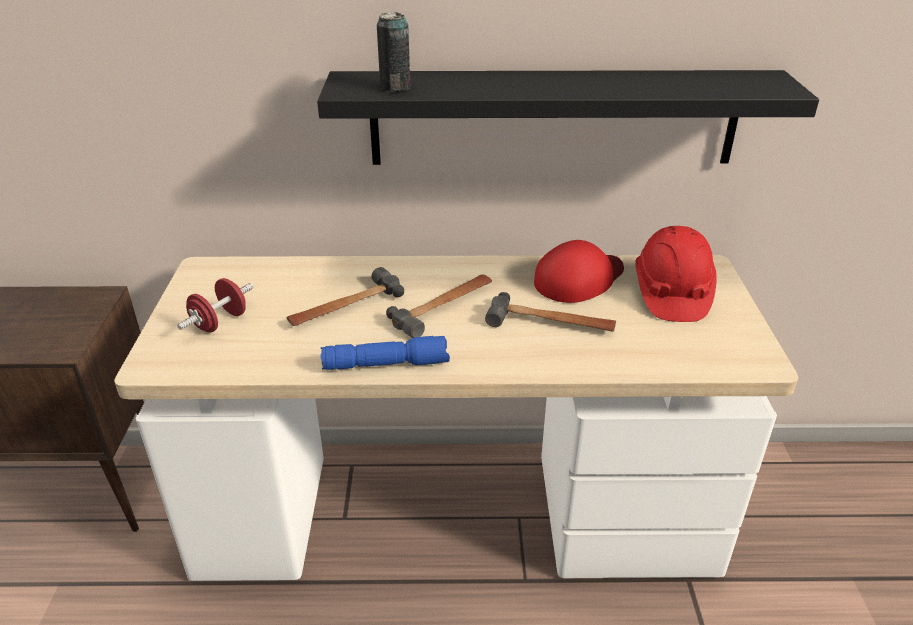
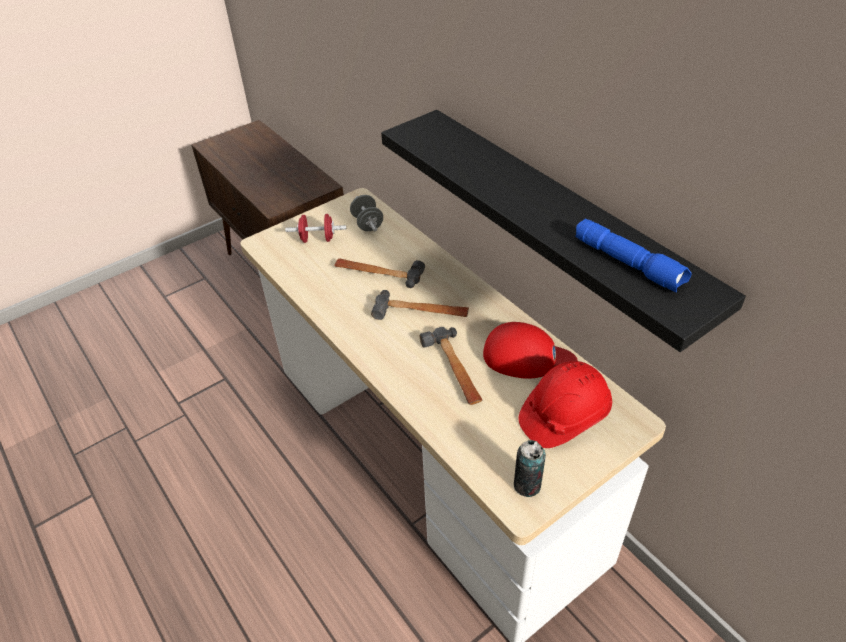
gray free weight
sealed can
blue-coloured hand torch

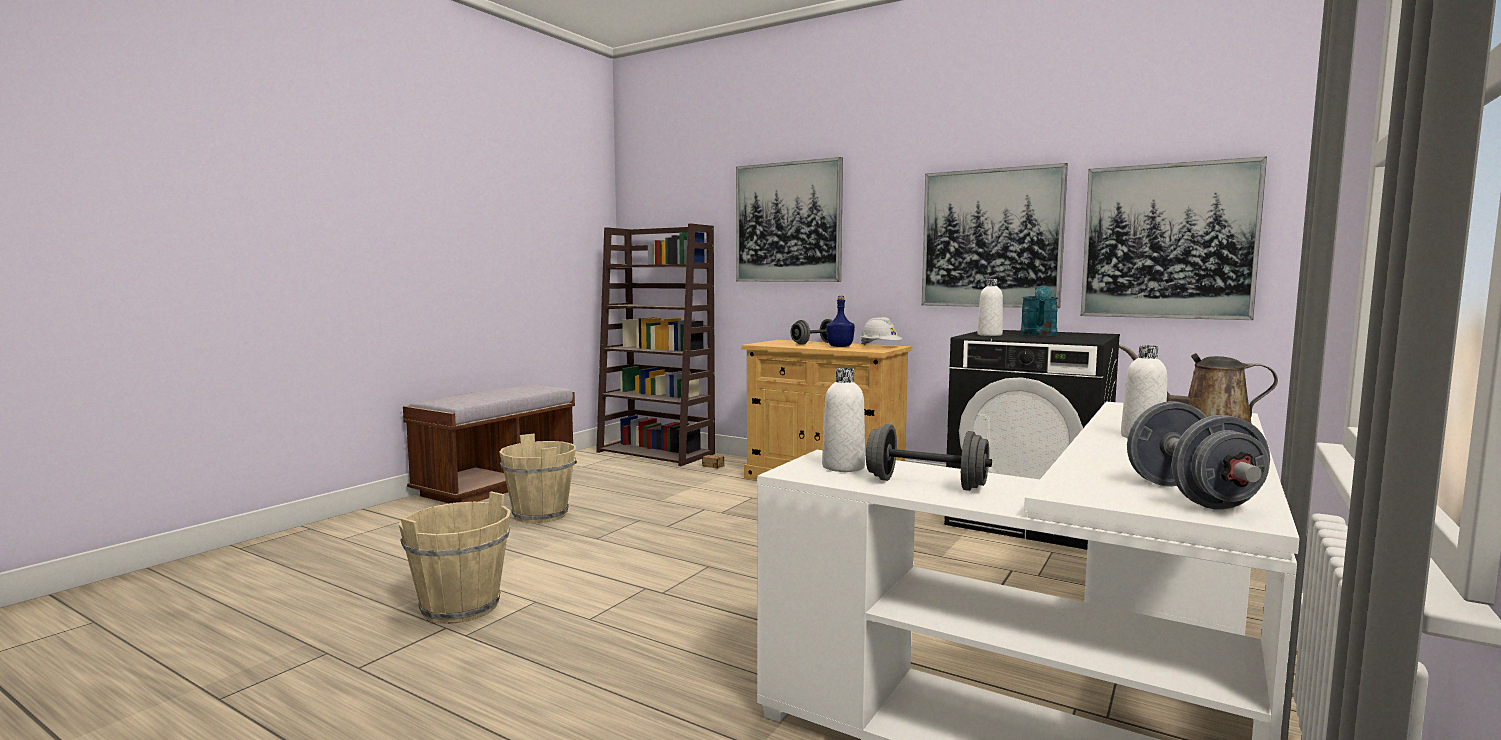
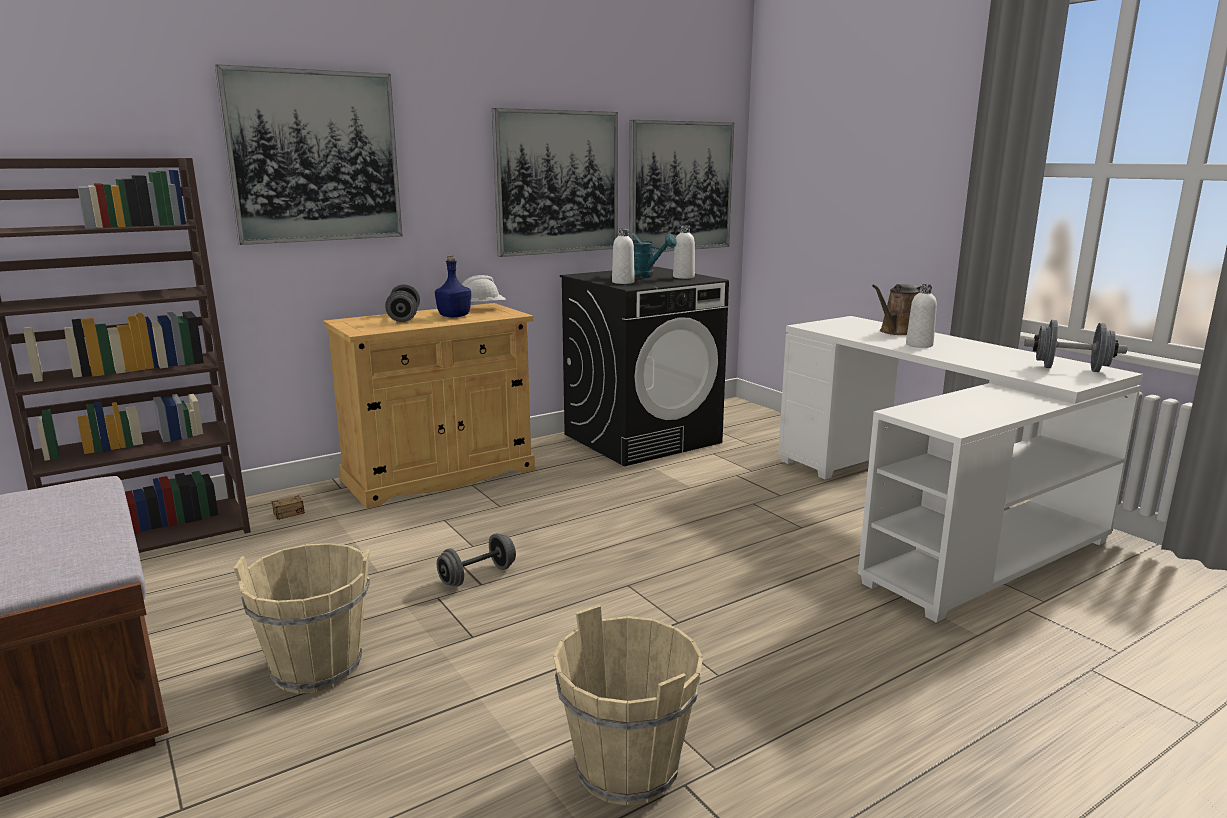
gray free weight (2nd from left)
whitish bottle (2nd from left)

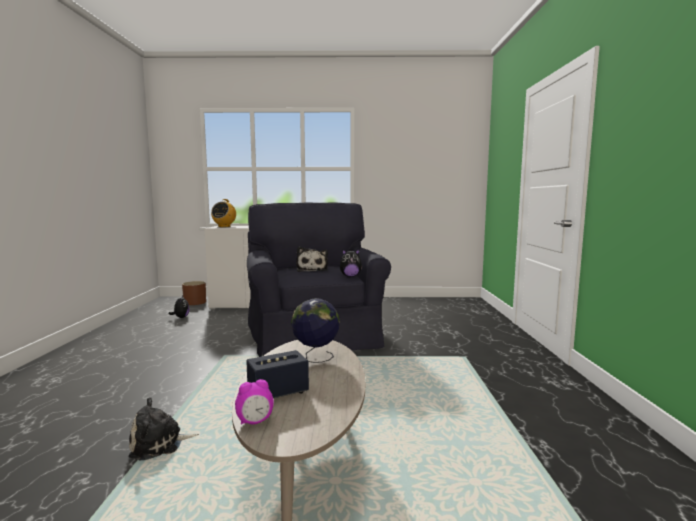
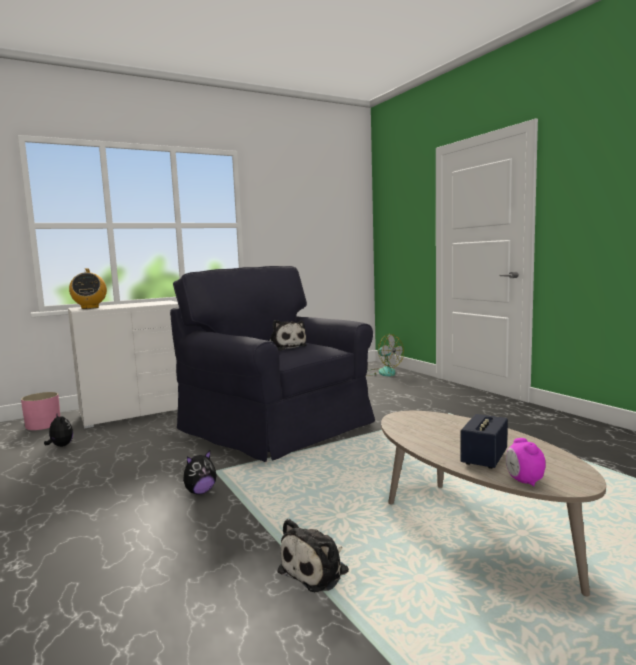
pink-coloured plant pot
soft toy (2nd from left)
fan
table clock
world globe

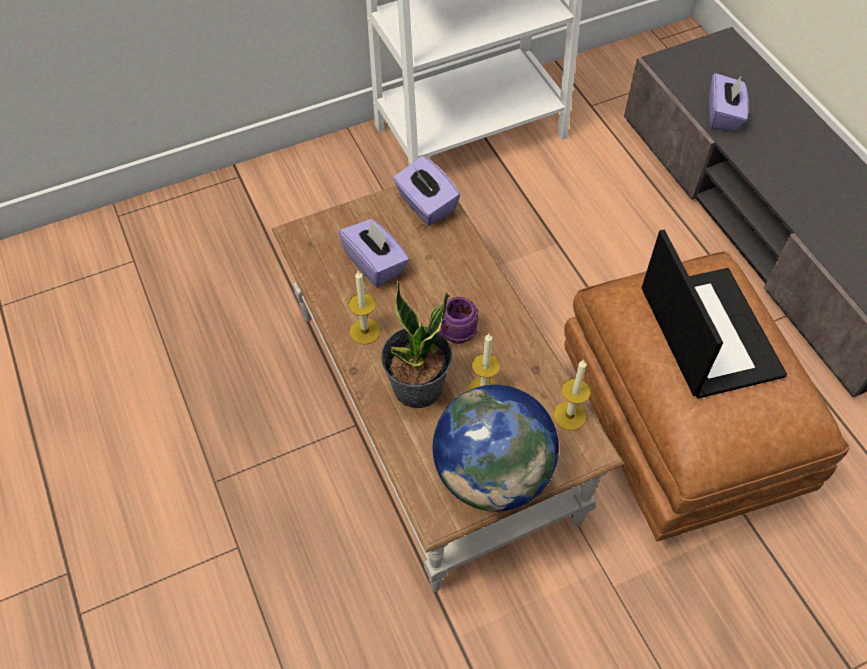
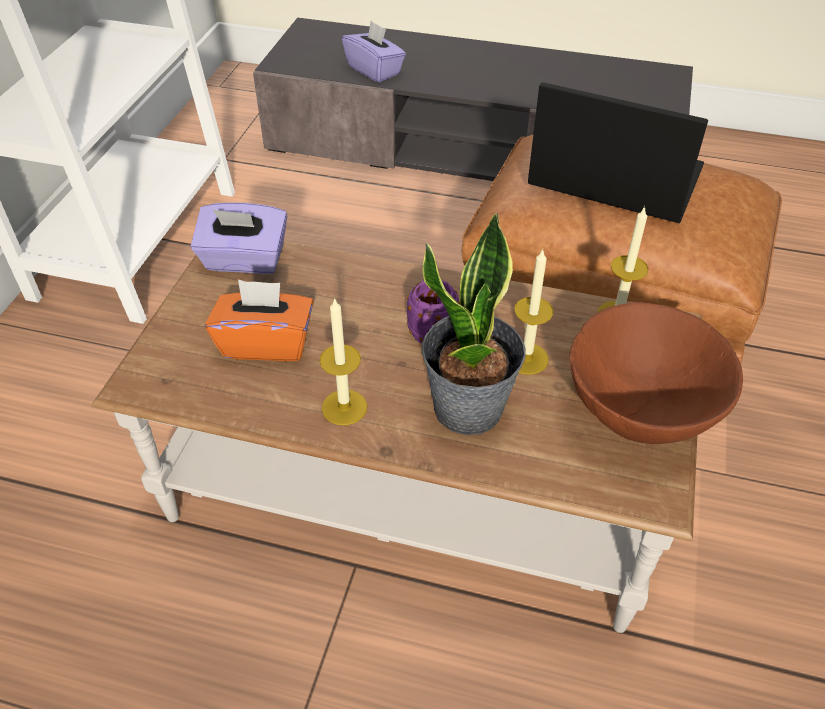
orange tissue holder
brown serving bowl

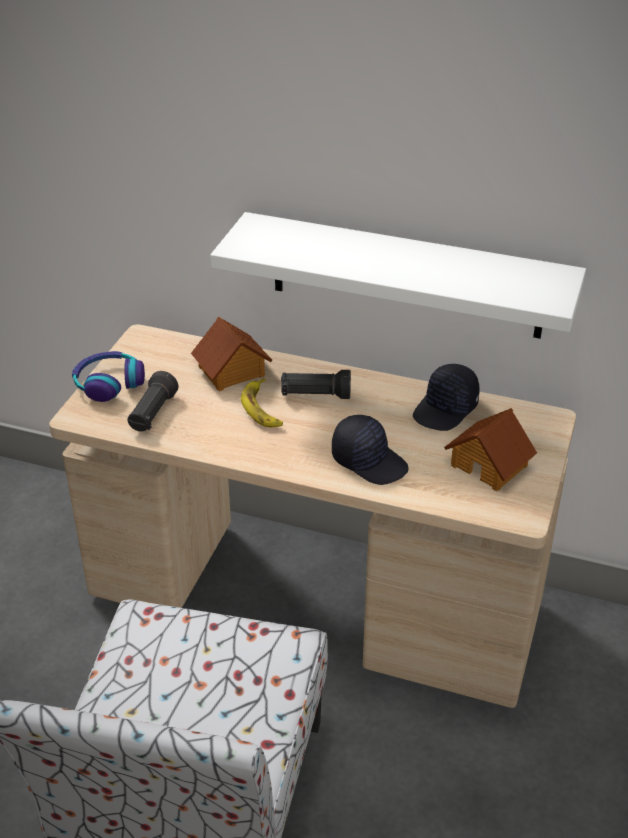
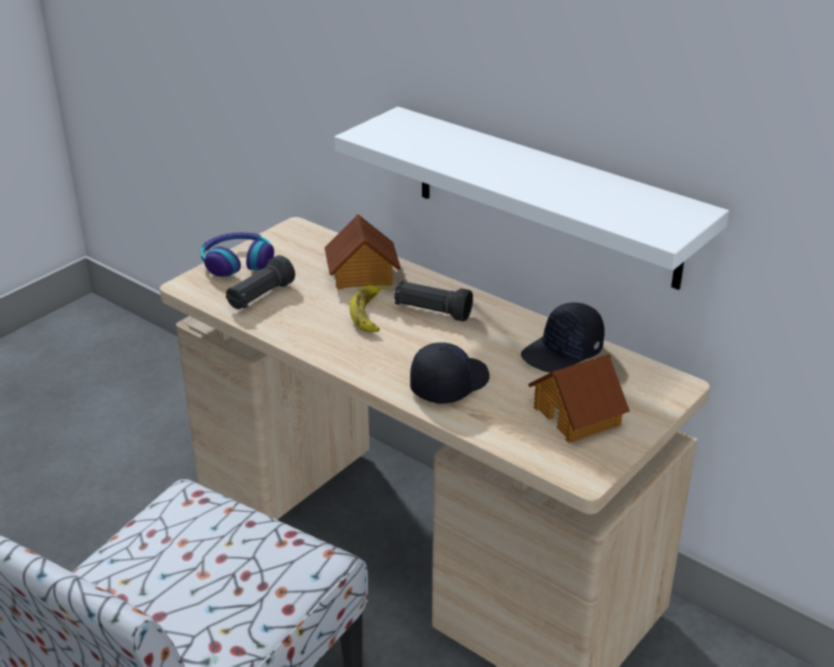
black-coloured peaked cap (1st from left)

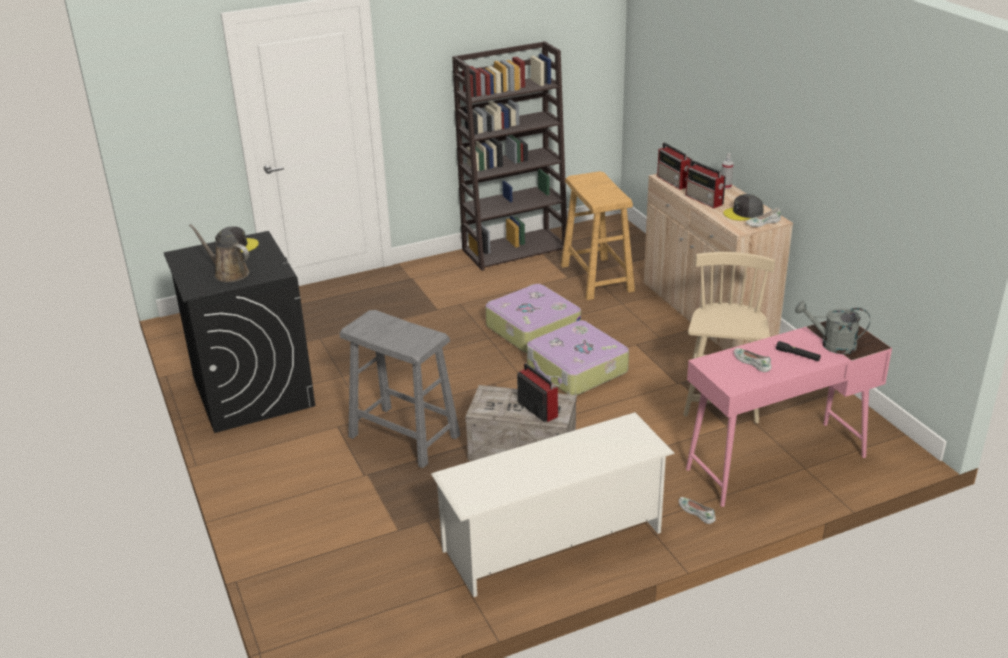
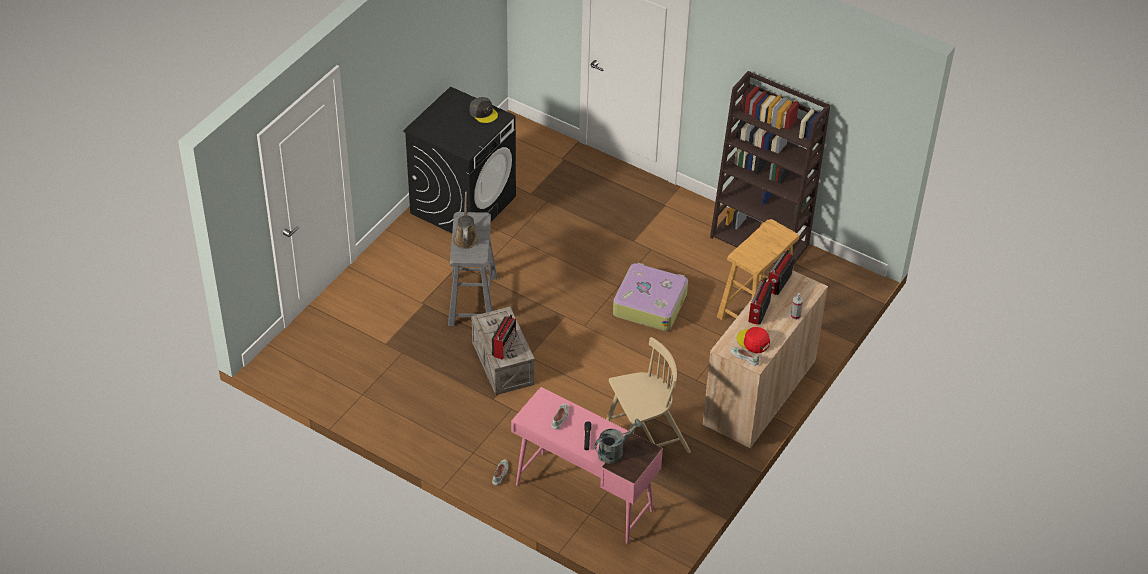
brown sprinkling can
gray sprinkling can
red peaked cap
whitish shoe stand
travel case (2nd from left in the first image)

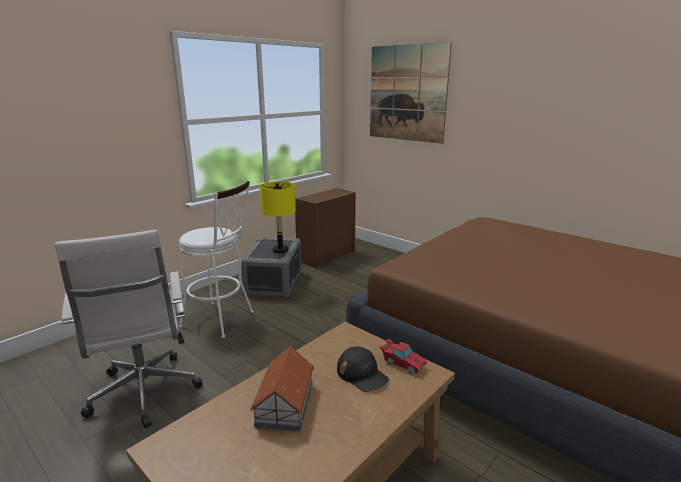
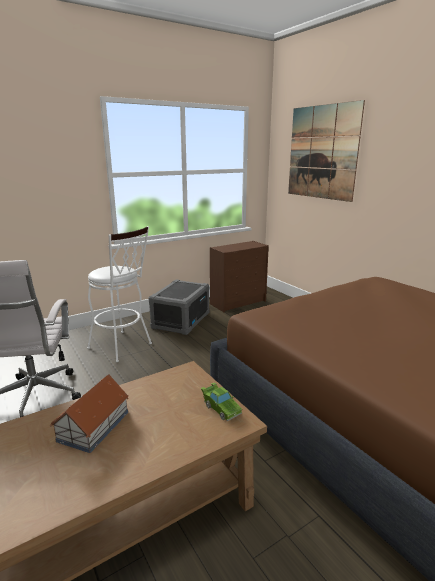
greenish miniature car
yellowish tabletop lamp
black-coloured peaked cap

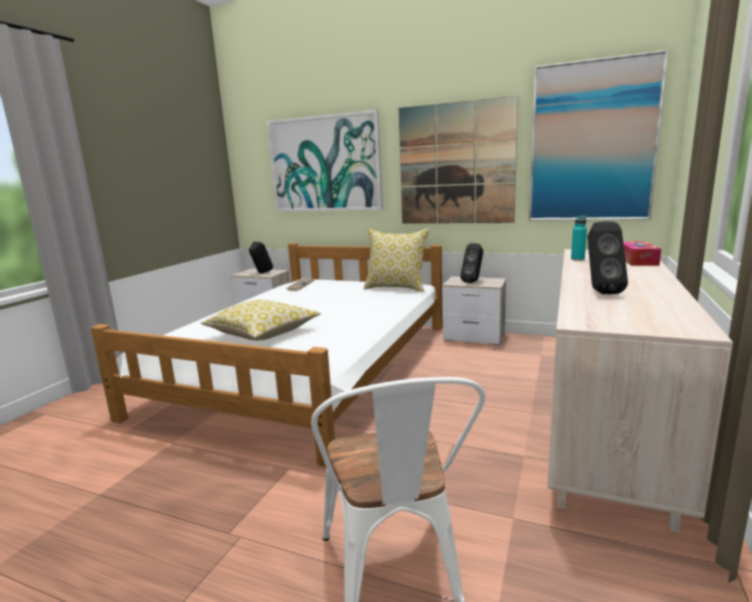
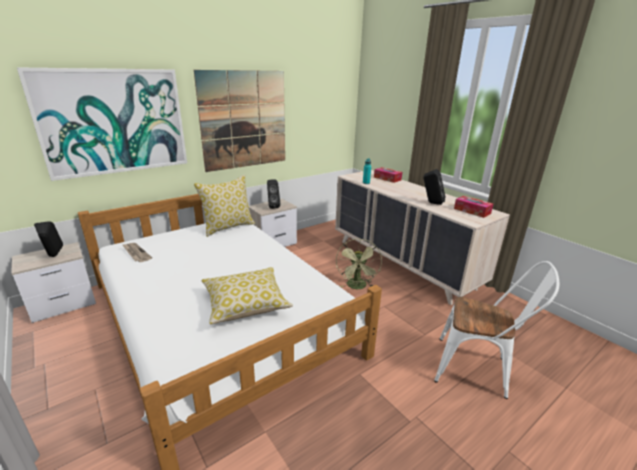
greenish fan
tissue holder (2nd from left)
picture (3rd from left in the first image)

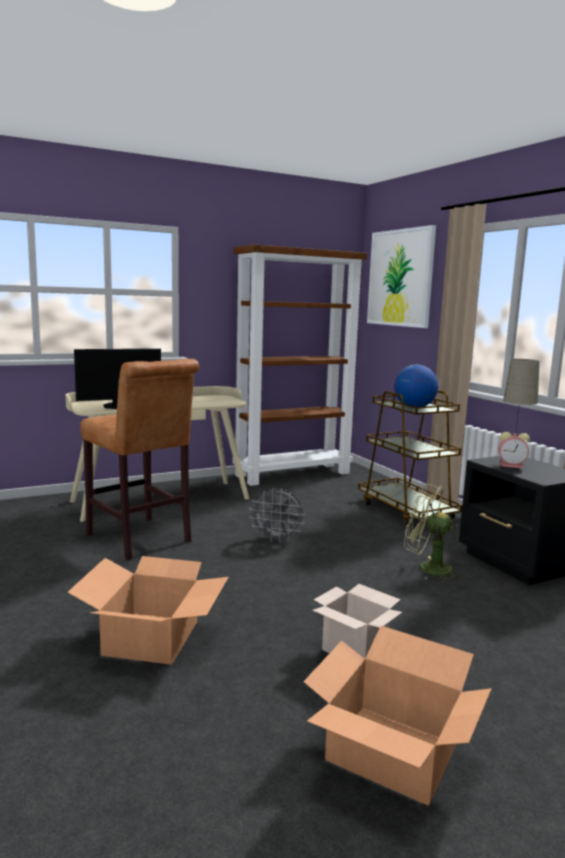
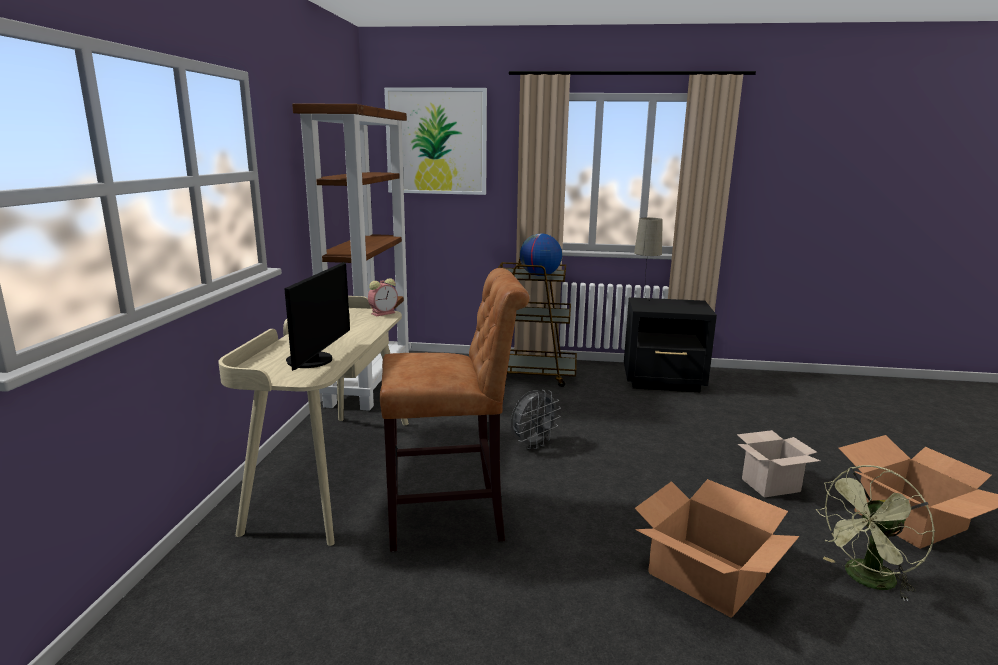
table clock
greenish fan

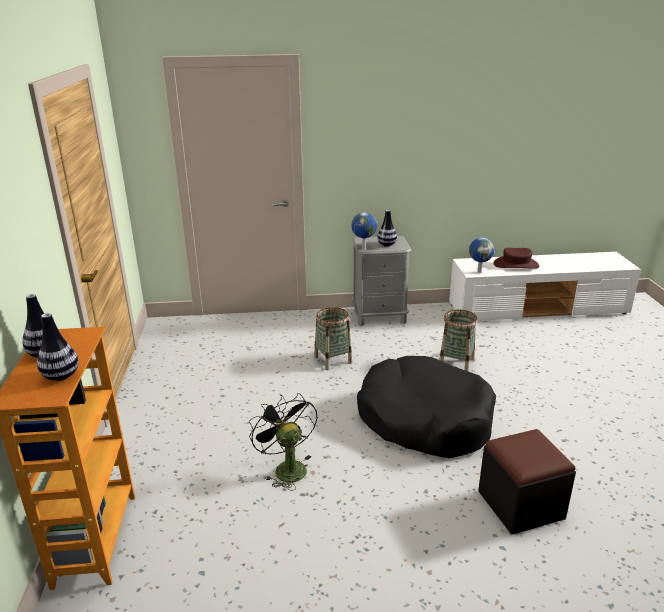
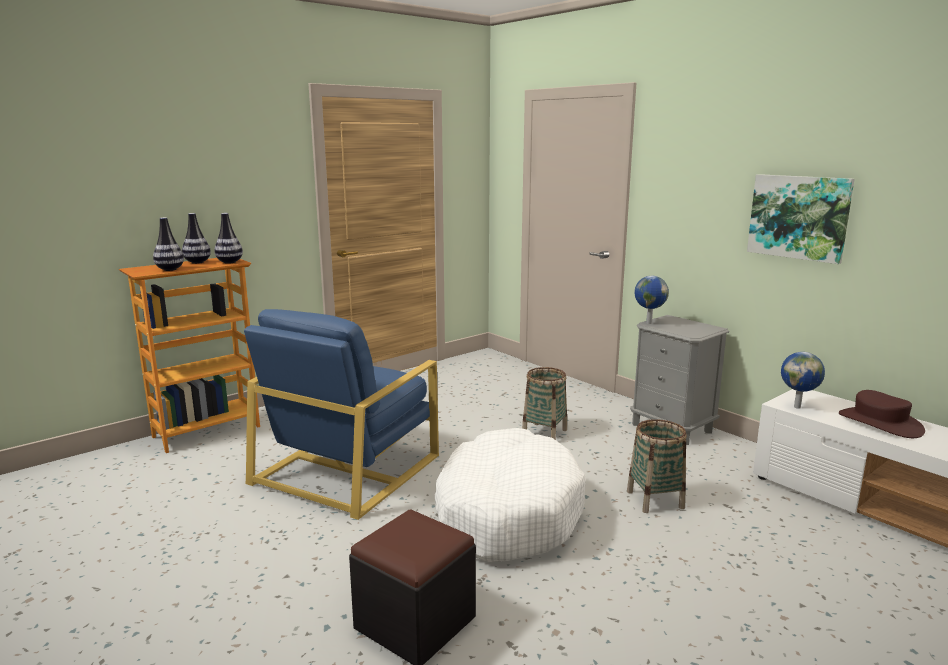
flower vase (3rd from left)
blue-coloured lounge chair
whitish dog bed
picture

